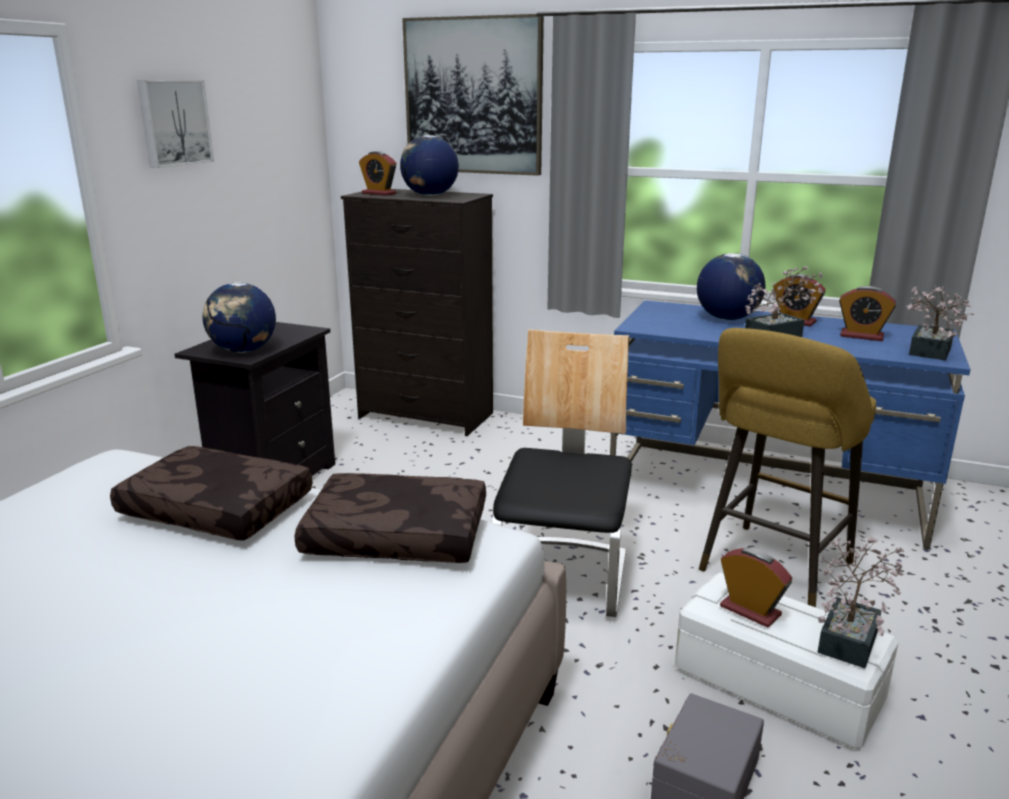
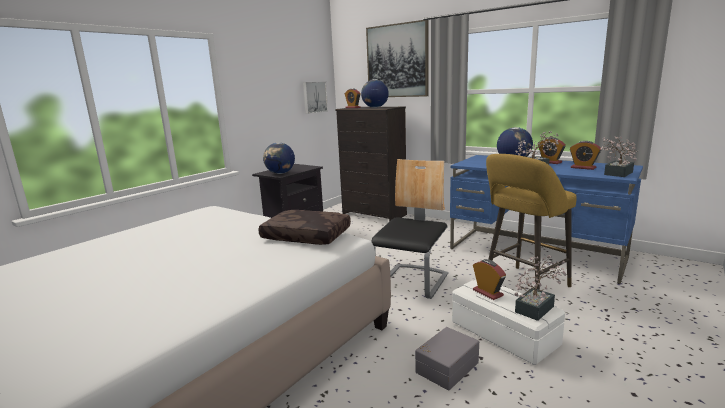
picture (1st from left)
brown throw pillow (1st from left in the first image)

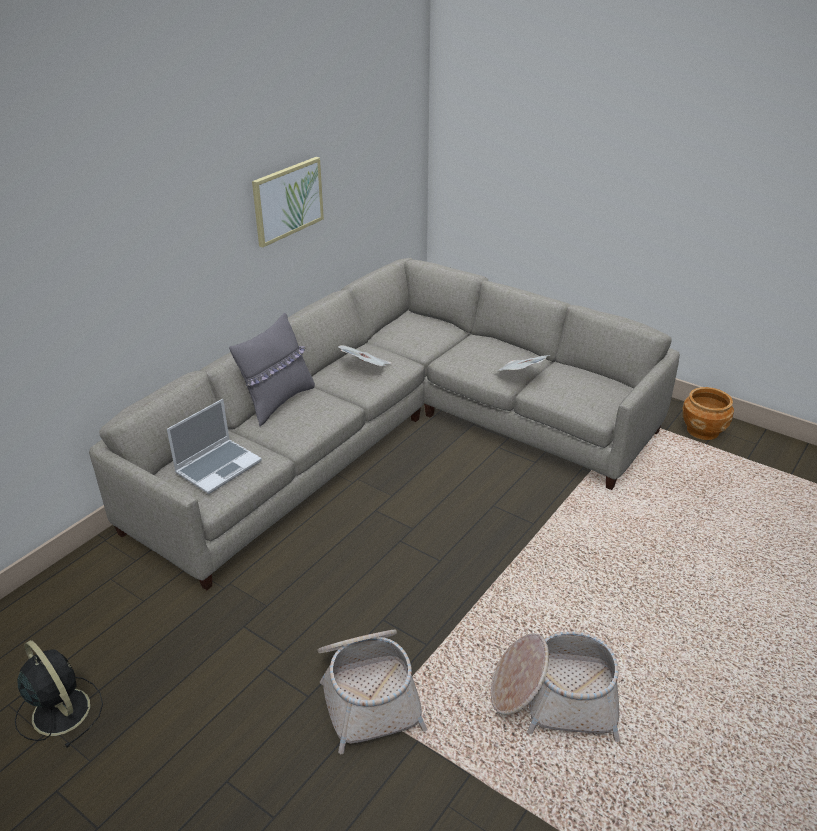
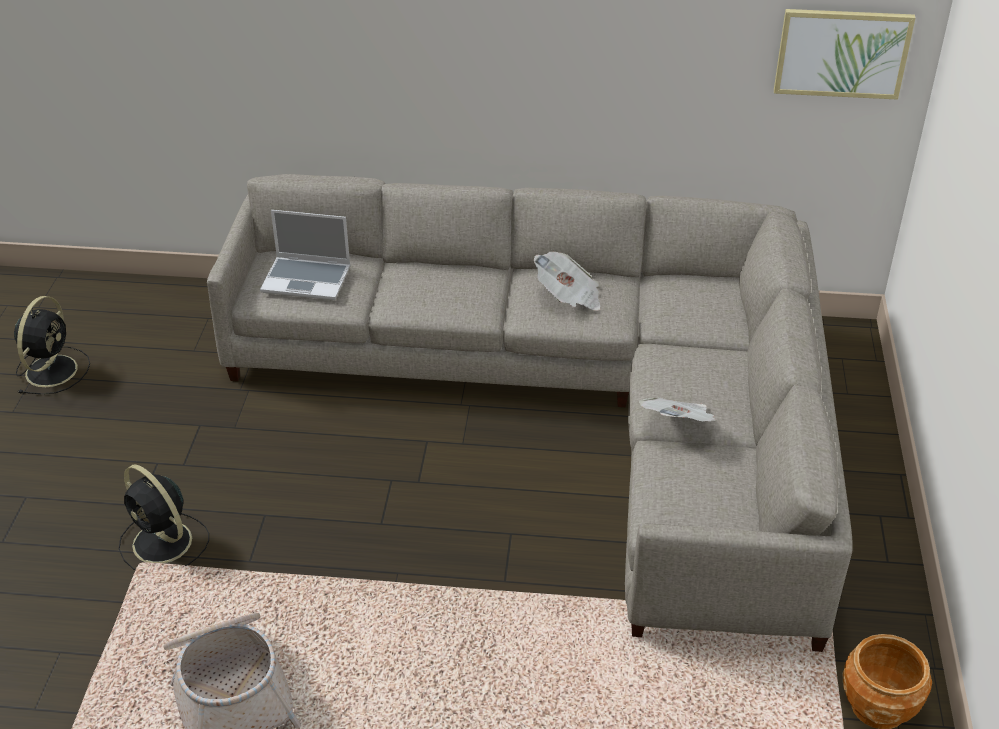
black-coloured fan (2nd from left)
picture
gray throw pillow

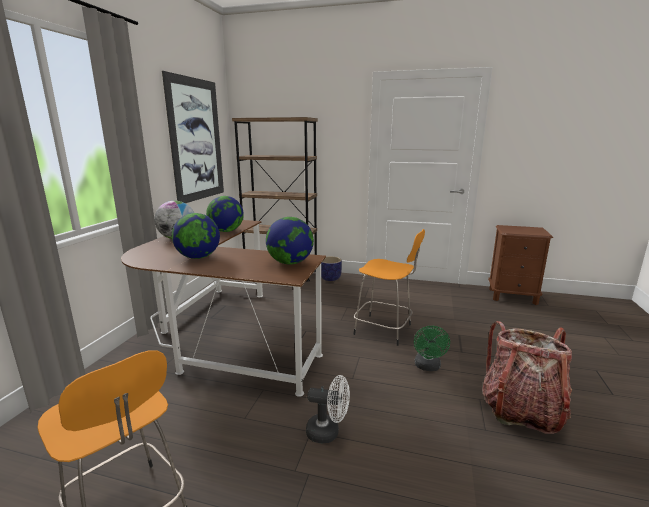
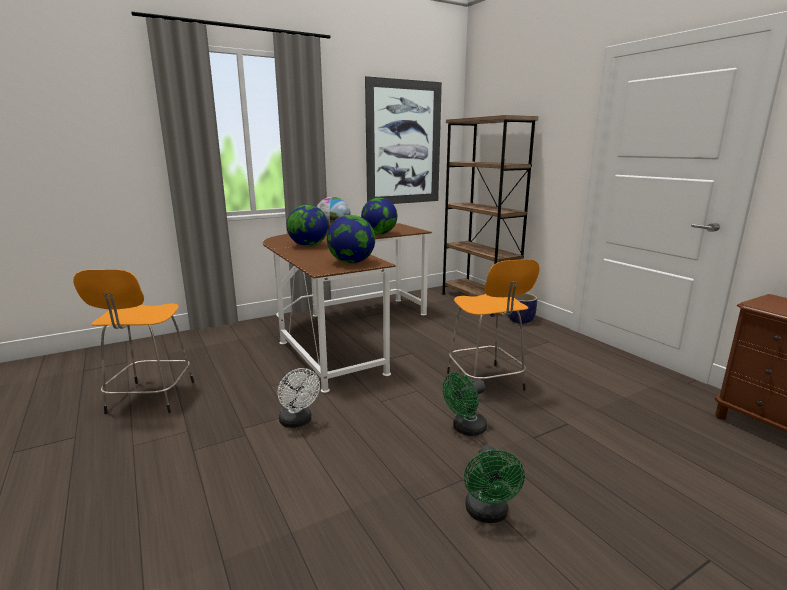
greenish fan (2nd from left)

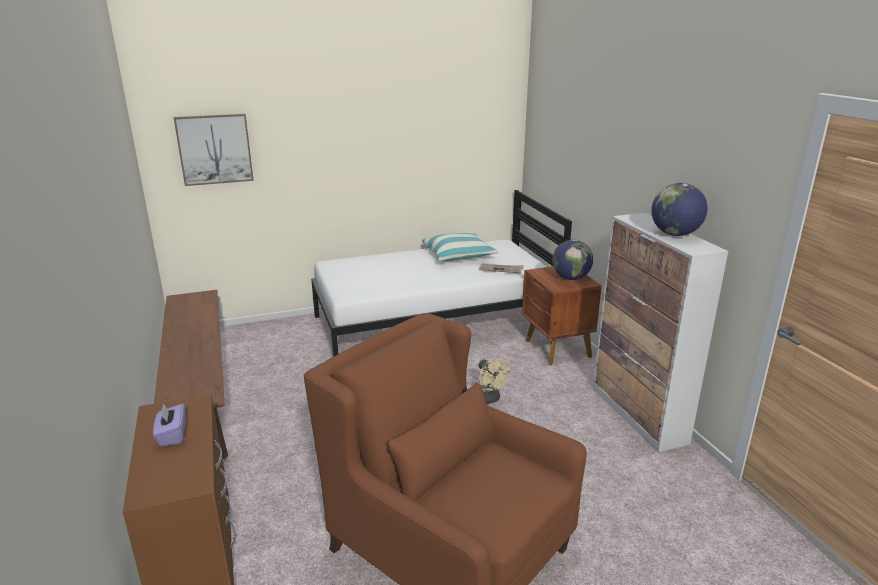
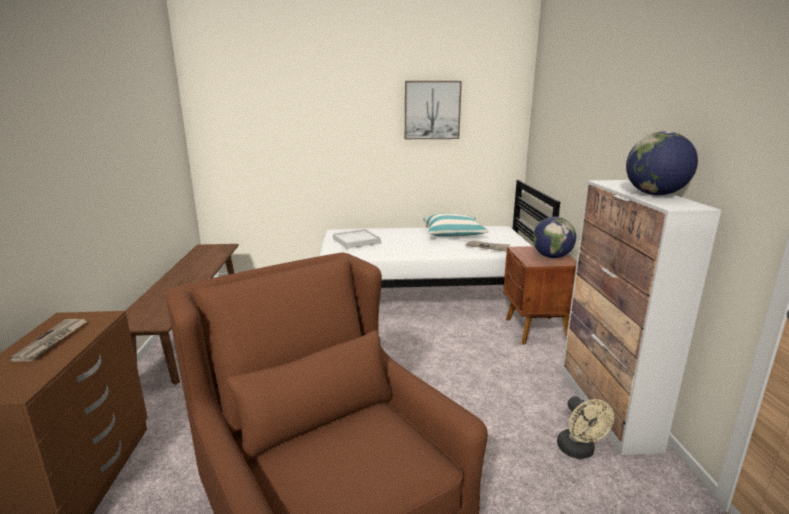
newspaper (1st from left)
whitish carrying tray
picture
beige fan

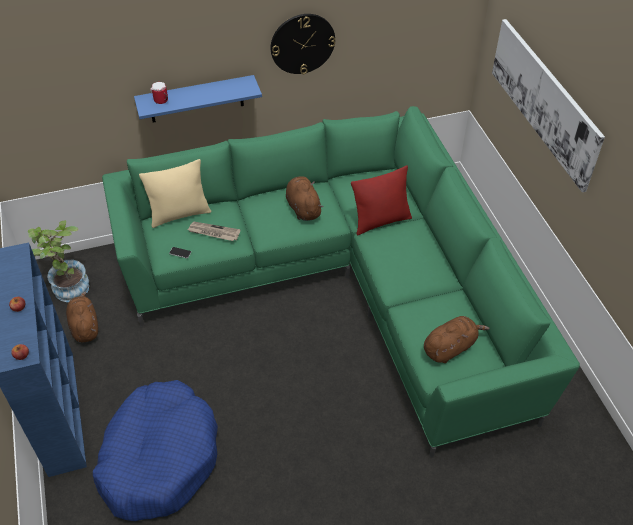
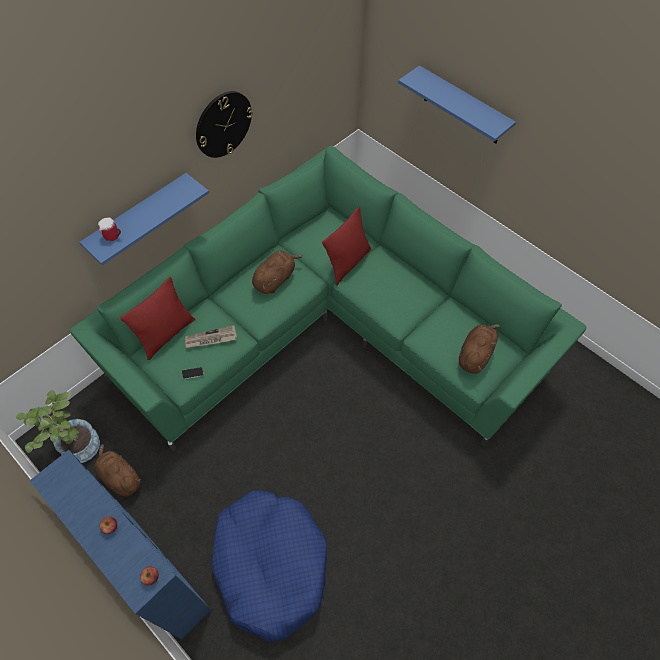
red throw pillow (1st from left)
brown soft toy (2nd from left)
blue-coloured bracket shelf (2nd from left)

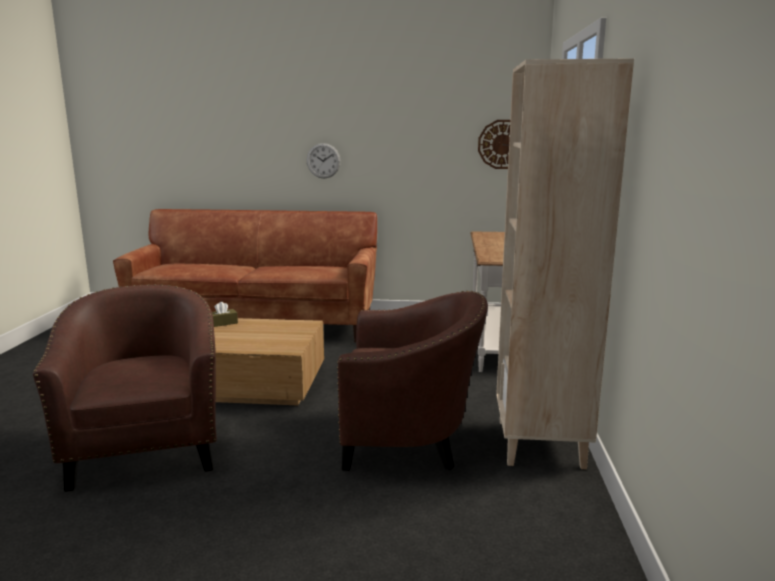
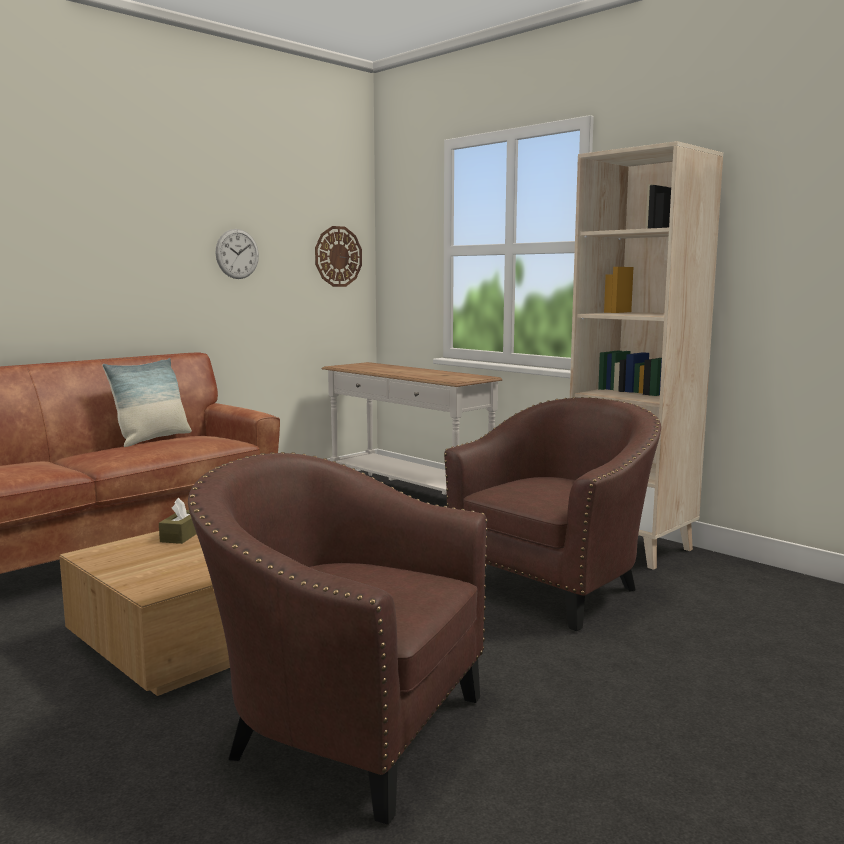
throw pillow
hanging clock (1st from left)

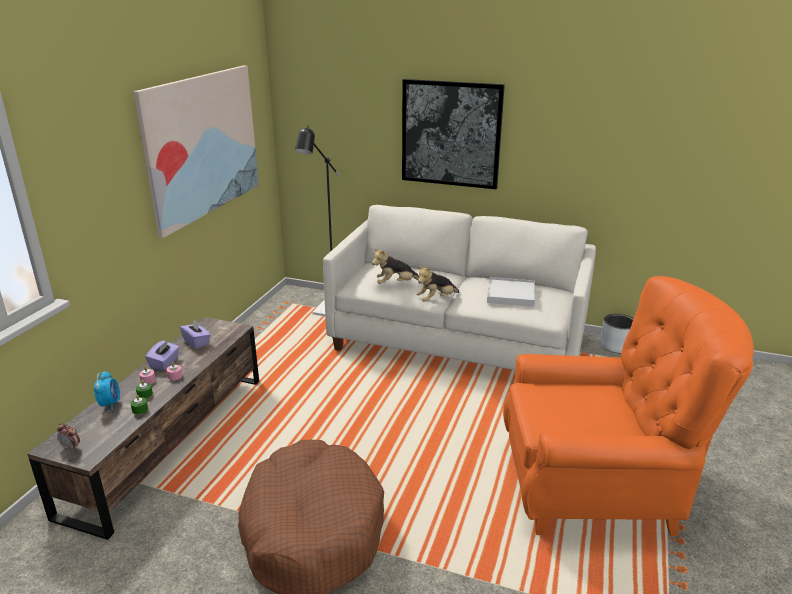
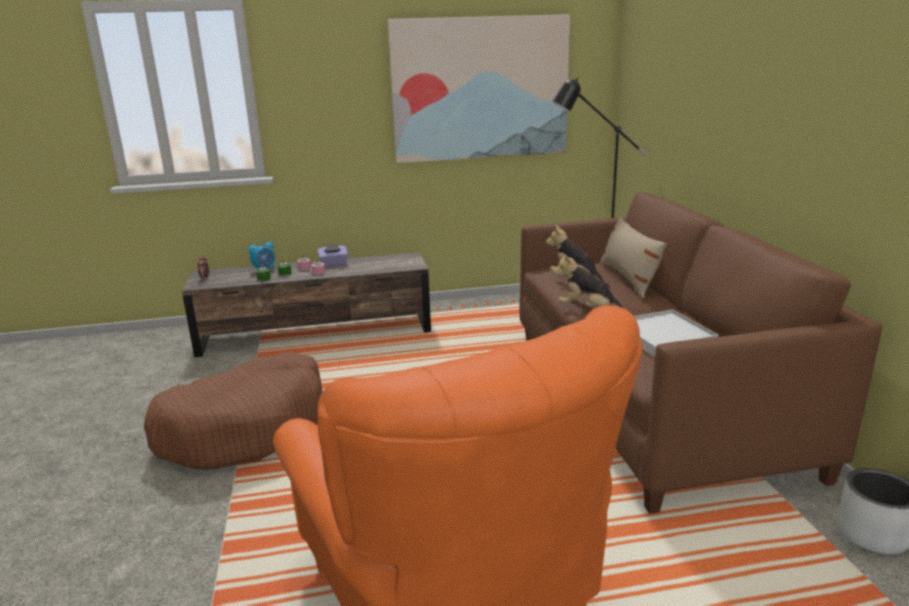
brown settee
beige throw pillow
purple tissue holder (2nd from left in the first image)
picture (2nd from left in the first image)

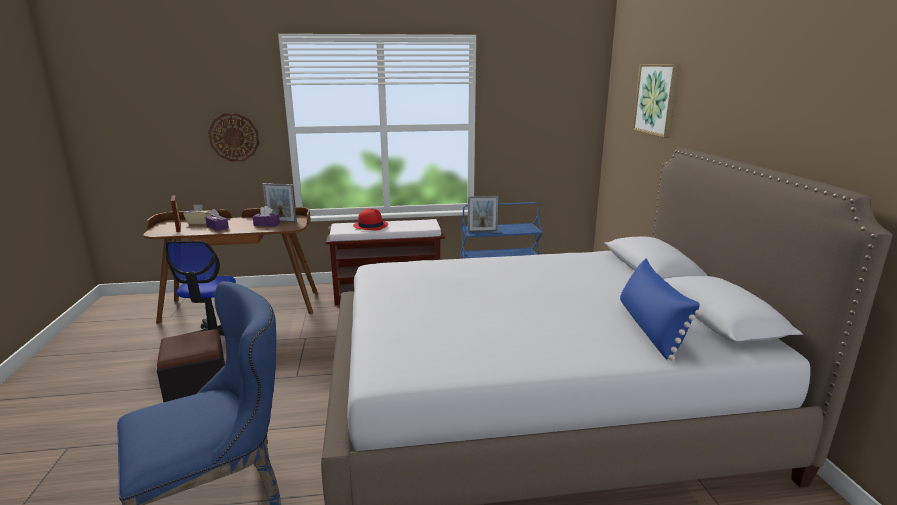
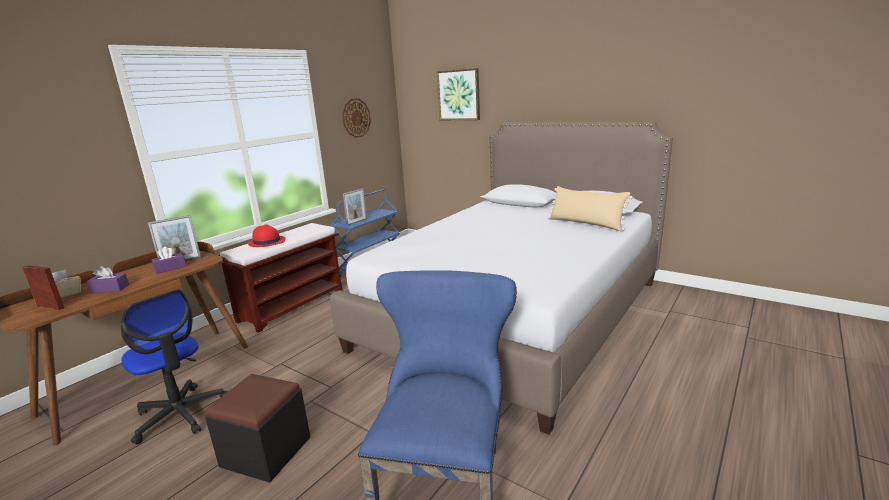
hanging clock
beige throw pillow

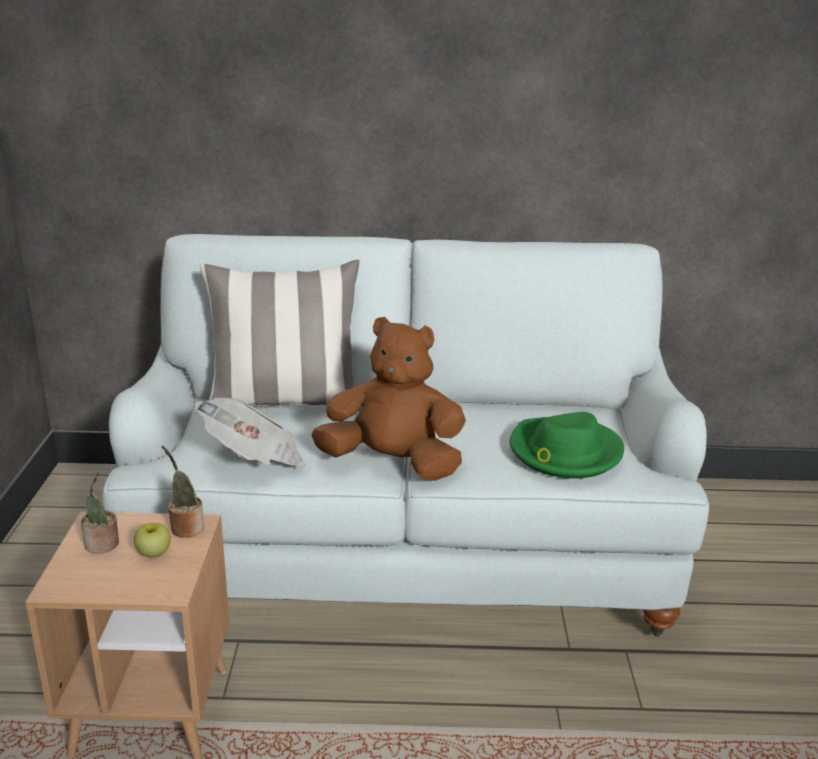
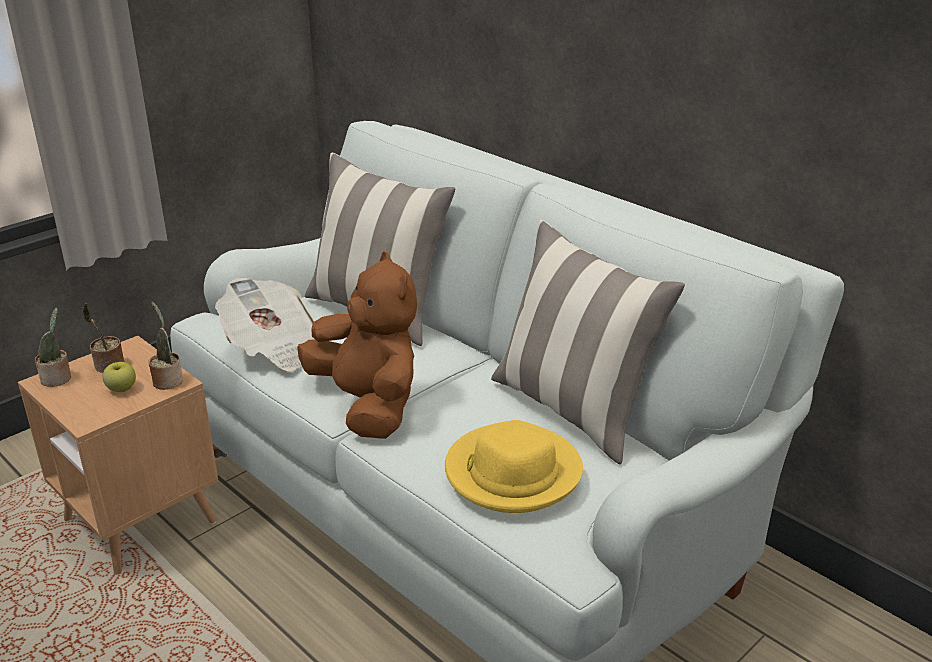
houseplant (1st from left)
yellowish clothing hat
throw pillow (2nd from left)

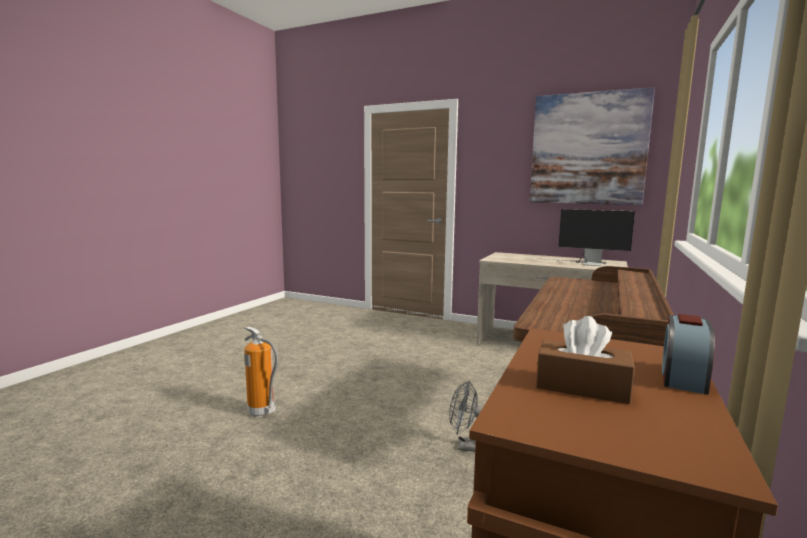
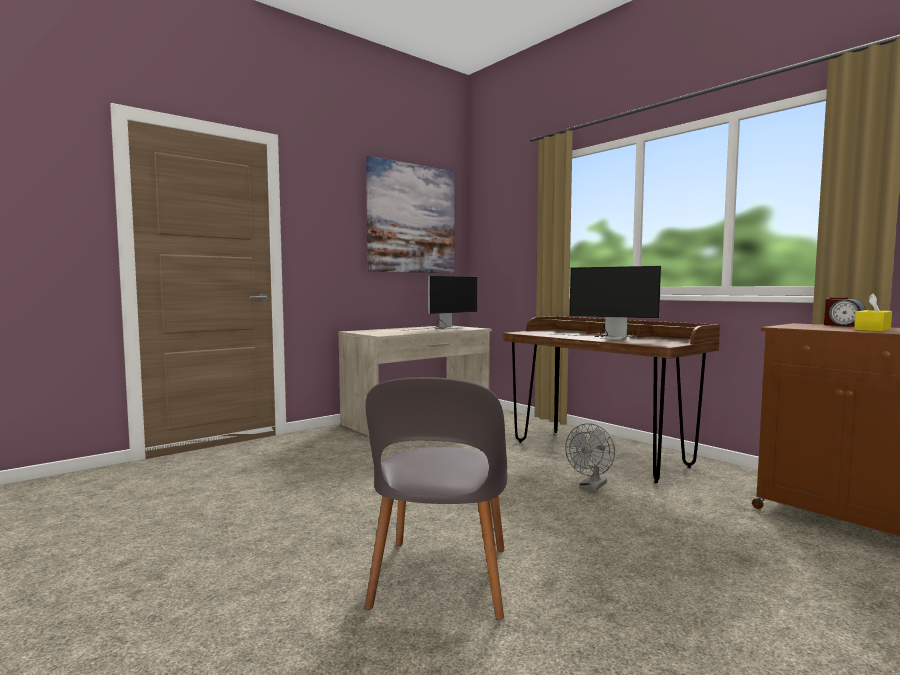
gray upright chair
computer screen (2nd from left)
yellowish tissue holder

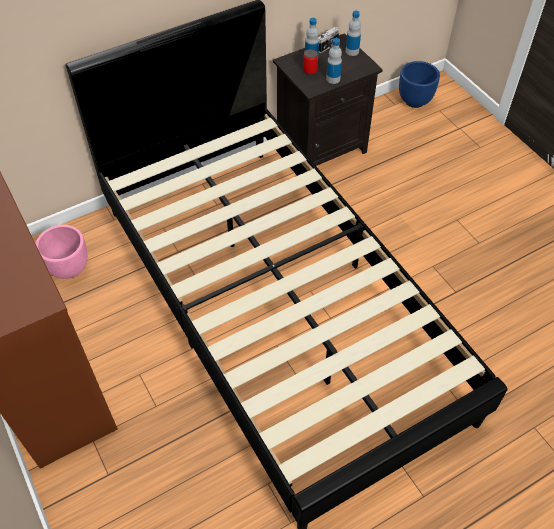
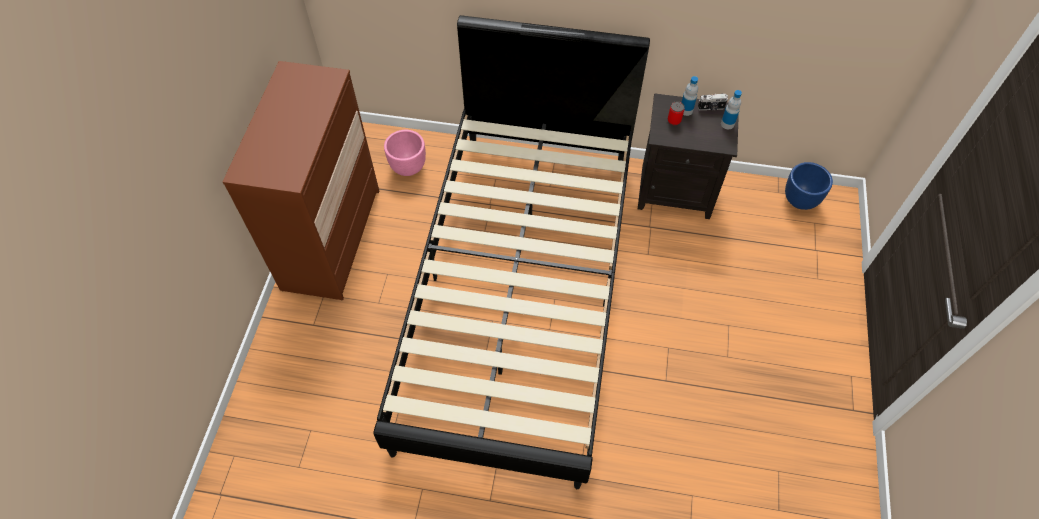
bottle (2nd from left in the first image)

